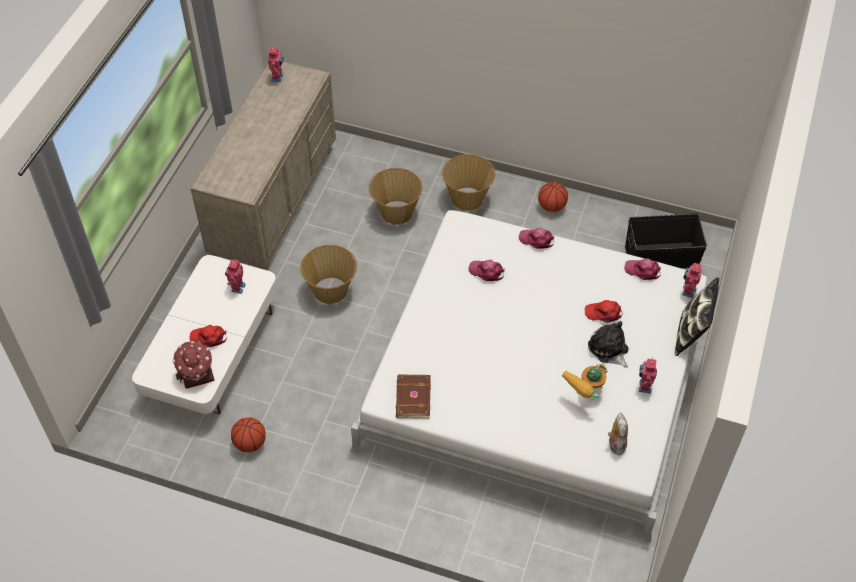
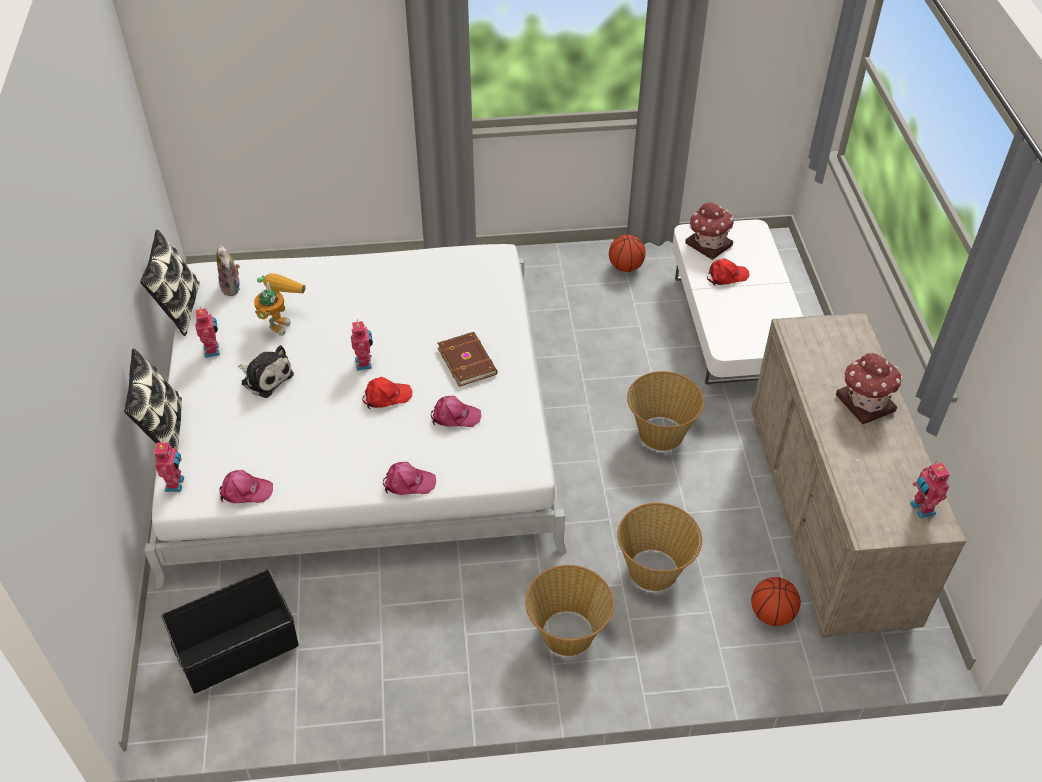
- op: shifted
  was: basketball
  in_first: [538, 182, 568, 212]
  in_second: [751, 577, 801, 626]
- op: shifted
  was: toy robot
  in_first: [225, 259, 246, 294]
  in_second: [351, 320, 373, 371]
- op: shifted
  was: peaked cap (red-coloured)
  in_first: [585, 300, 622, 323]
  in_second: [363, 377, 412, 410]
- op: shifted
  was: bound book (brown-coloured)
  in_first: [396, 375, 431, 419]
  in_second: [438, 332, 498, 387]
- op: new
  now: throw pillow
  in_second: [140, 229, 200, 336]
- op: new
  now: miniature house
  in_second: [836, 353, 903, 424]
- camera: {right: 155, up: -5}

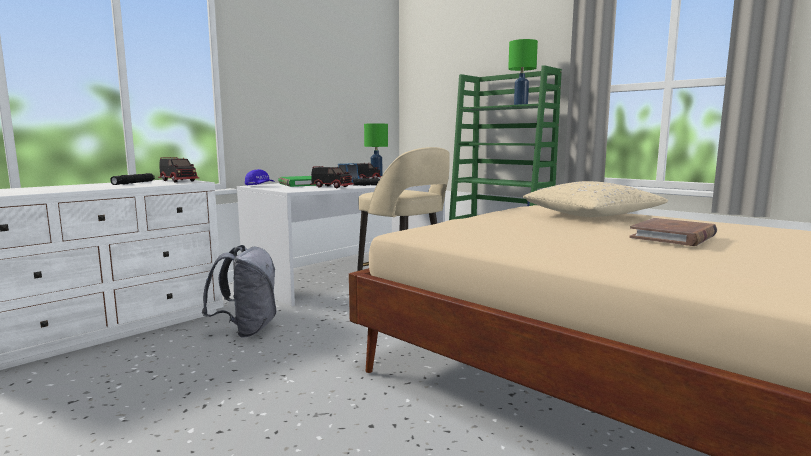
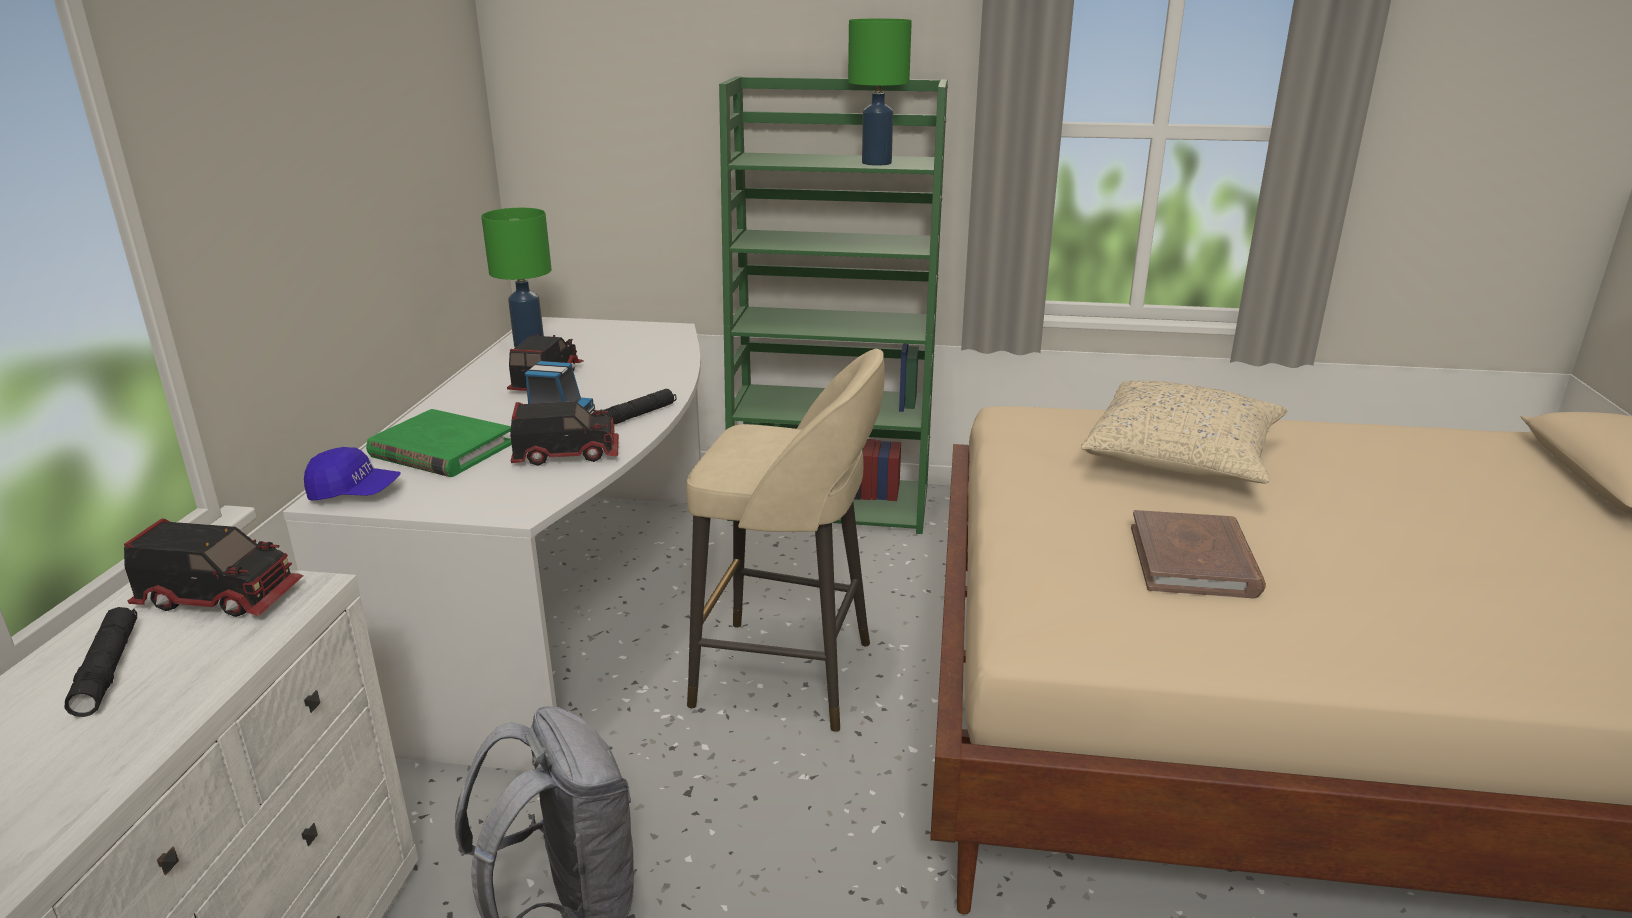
- op: shifted
  was: bound book (brown-coloured)
  in_first: [629, 218, 717, 246]
  in_second: [1131, 510, 1266, 598]
- camera: {right: -35, up: 15}

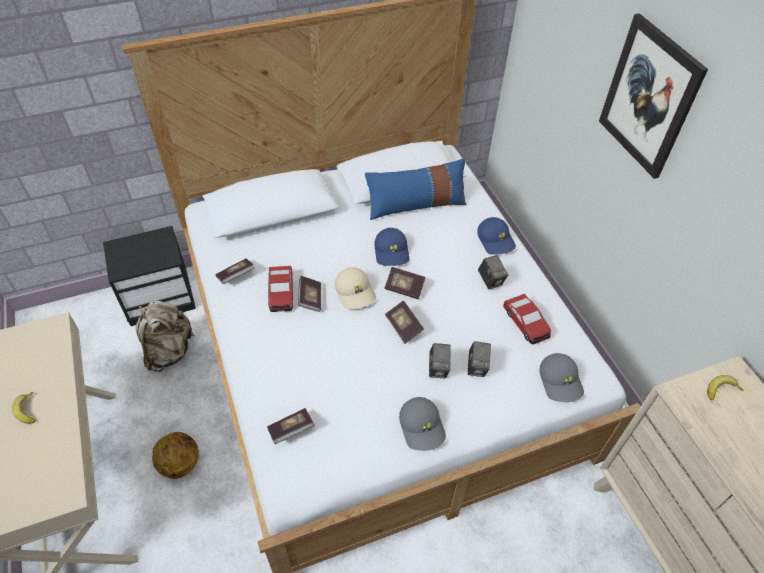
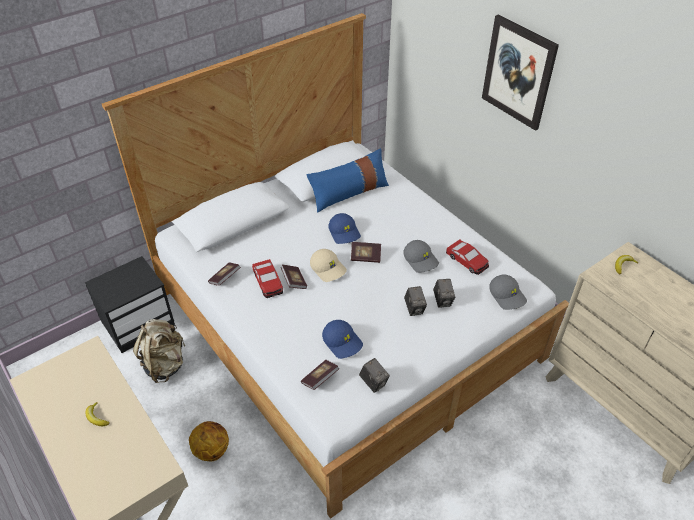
- op: shifted
  was: peaked cap (blue)
  in_first: [477, 217, 516, 255]
  in_second: [322, 320, 363, 359]
- op: shifted
  was: photo camera
  in_first: [478, 255, 508, 289]
  in_second: [359, 358, 390, 393]
- op: gone
  was: bound book
  in_first: [385, 300, 424, 344]
- op: shifted
  was: peaked cap (gray)
  in_first: [399, 397, 446, 451]
  in_second: [404, 240, 439, 273]
- camera: {right: -15, up: -5}

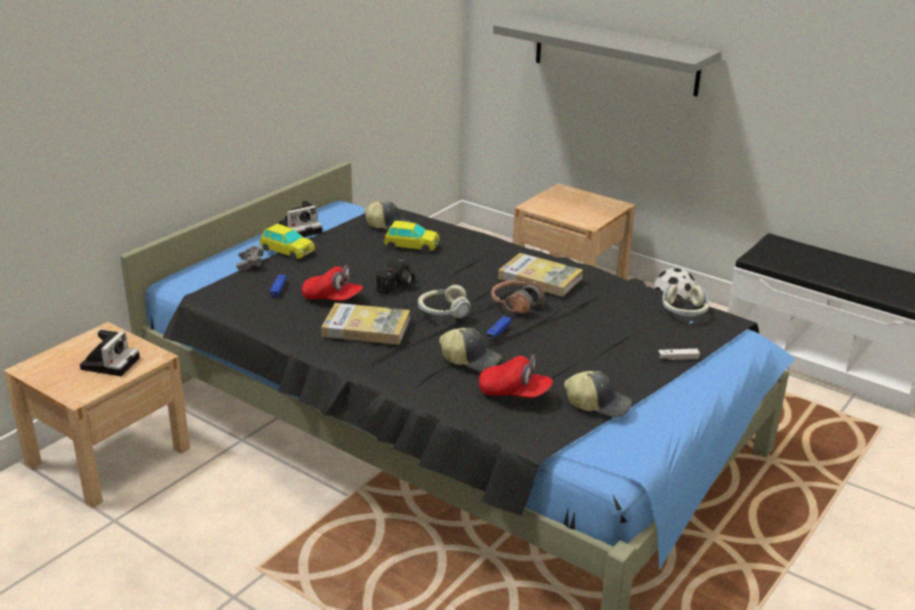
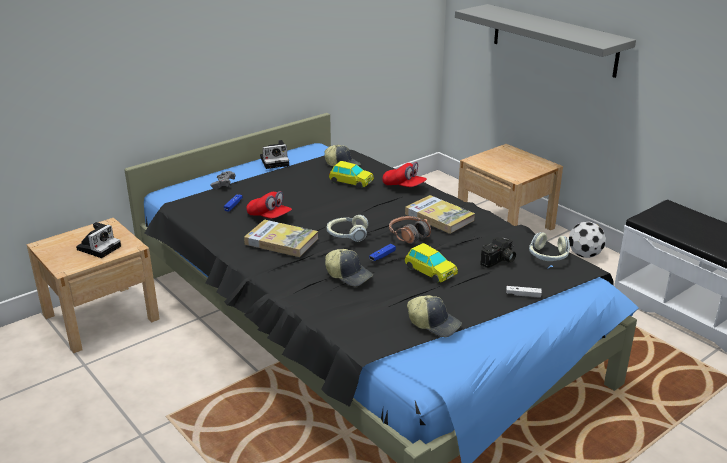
- op: shifted
  was: toy car
  in_first: [260, 224, 315, 260]
  in_second: [405, 243, 458, 283]
- op: shifted
  was: photo camera
  in_first: [376, 259, 415, 294]
  in_second: [480, 237, 516, 268]
- op: shifted
  was: peaked cap (red-coloured)
  in_first: [479, 354, 553, 398]
  in_second: [382, 162, 427, 187]
- camera: {right: 15, up: 0}

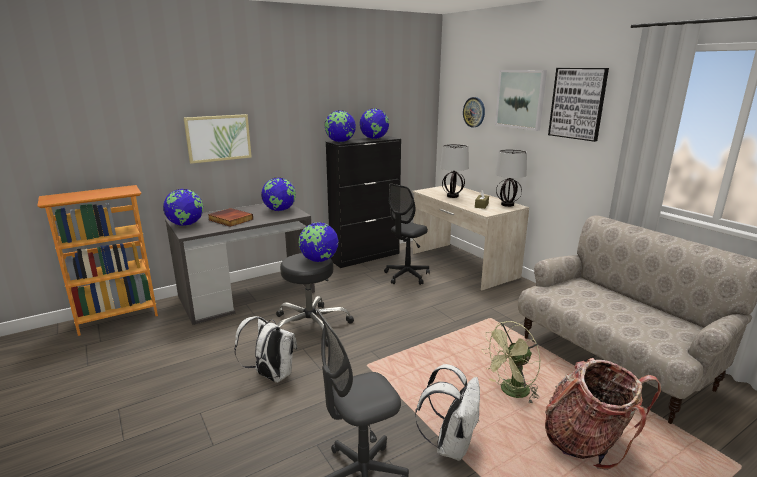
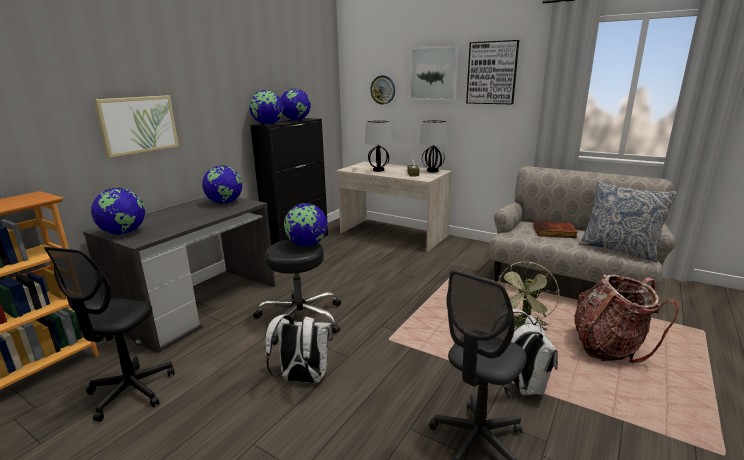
- op: shifted
  was: desk chair (black-coloured)
  in_first: [384, 184, 430, 285]
  in_second: [44, 247, 175, 422]
- op: shifted
  was: bound book
  in_first: [208, 208, 253, 227]
  in_second: [533, 221, 578, 238]
- op: new
  now: throw pillow
  in_second: [579, 181, 678, 263]
- camera: {right: -25, up: 0}

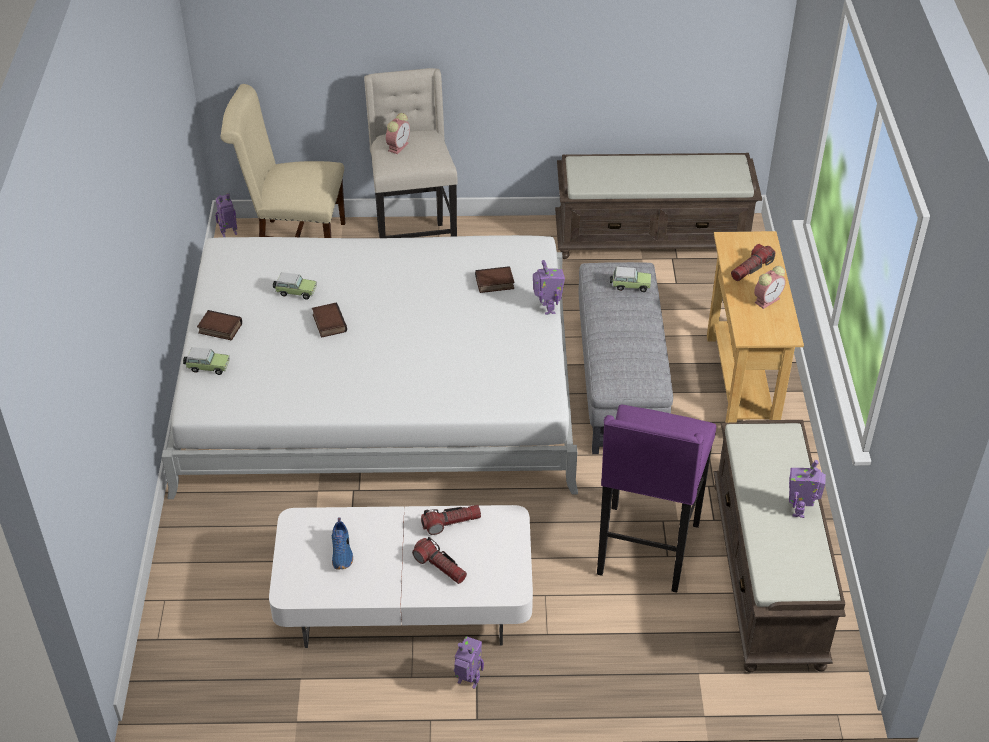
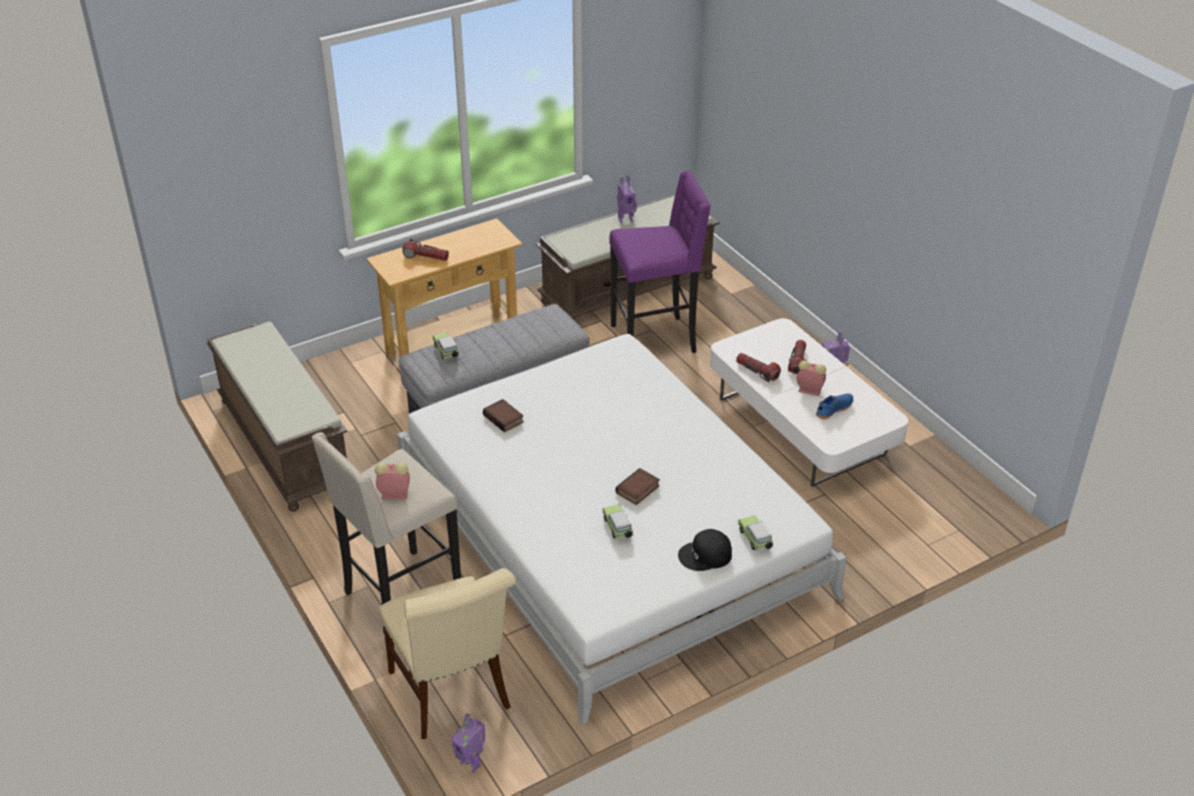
- op: gone
  was: toy robot
  in_first: [533, 260, 565, 315]
- op: shifted
  was: table clock
  in_first: [754, 266, 786, 309]
  in_second: [797, 361, 826, 396]
- op: swapped
  was: bound book
  now: peaked cap (black-coloured)
  in_first: [197, 310, 242, 340]
  in_second: [678, 529, 732, 571]
- camera: {right: -120, up: -5}

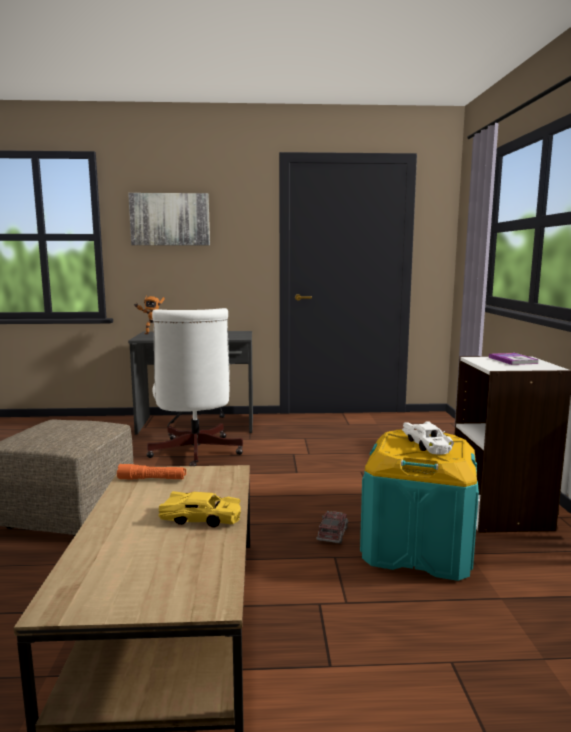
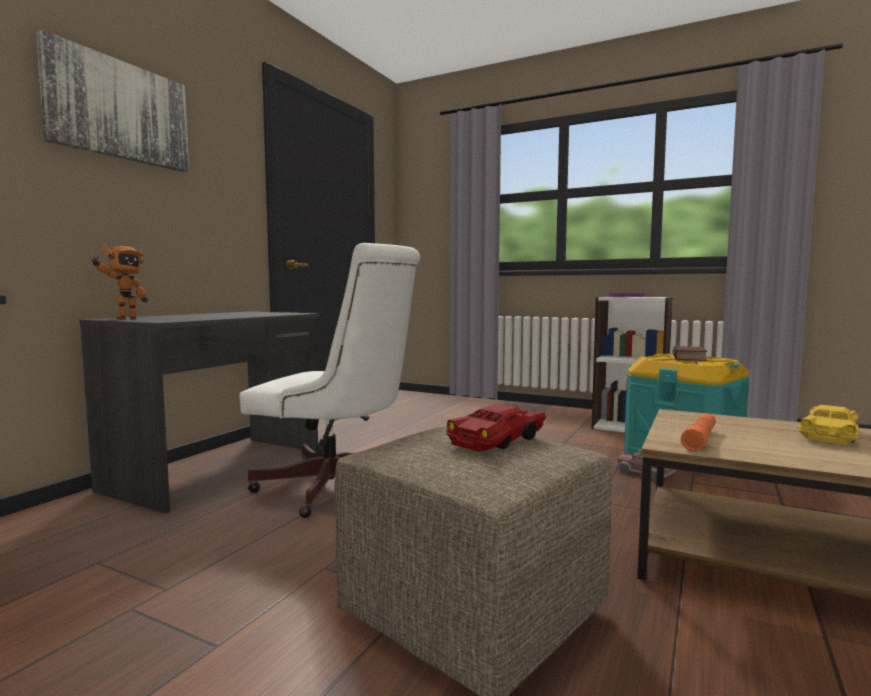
- op: swapped
  was: toy car (white-coloured)
  now: bound book
  in_first: [402, 421, 454, 455]
  in_second: [673, 346, 707, 361]
- op: new
  now: toy car (red-coloured)
  in_second: [446, 404, 546, 452]
- camera: {right: -60, up: -5}

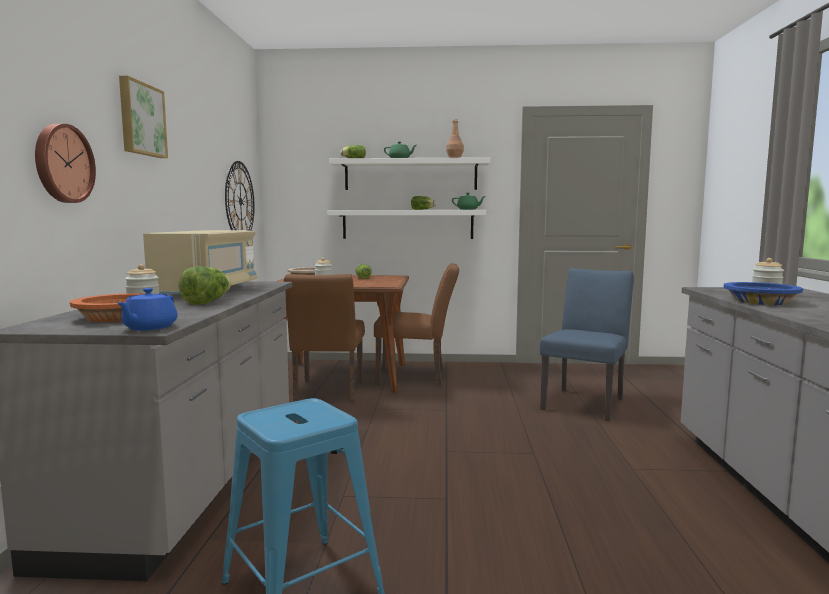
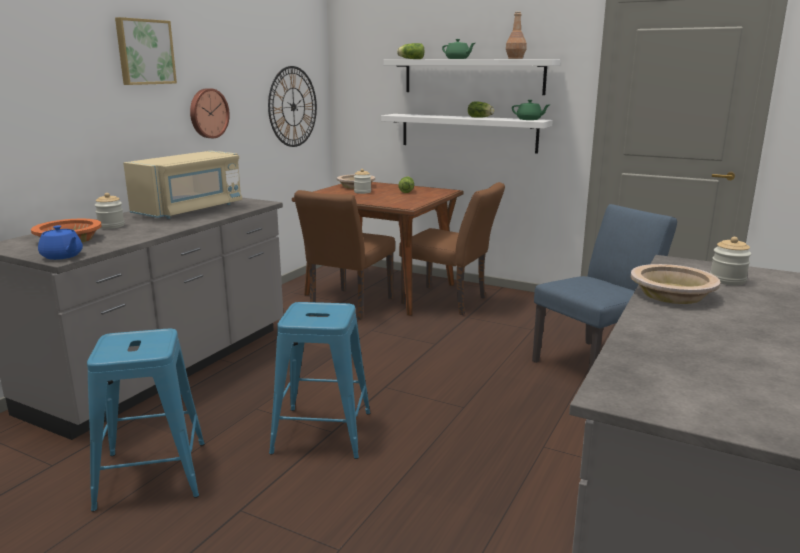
- op: shifted
  was: wall clock
  in_first: [35, 124, 96, 203]
  in_second: [190, 88, 230, 138]
- op: gone
  was: head of lettuce
  in_first: [178, 266, 231, 305]
- op: repainted
  was: bowl (blue)
  now: bowl (beige-coloured)
  in_first: [724, 282, 803, 305]
  in_second: [631, 264, 720, 304]
- op: rotated
  was: teapot (blue)
  in_first: [117, 288, 177, 331]
  in_second: [38, 225, 83, 260]
  clockwise: -90
- op: new
  now: sitting stool (blue)
  in_second: [269, 302, 370, 459]
- camera: {right: 25, up: 10}

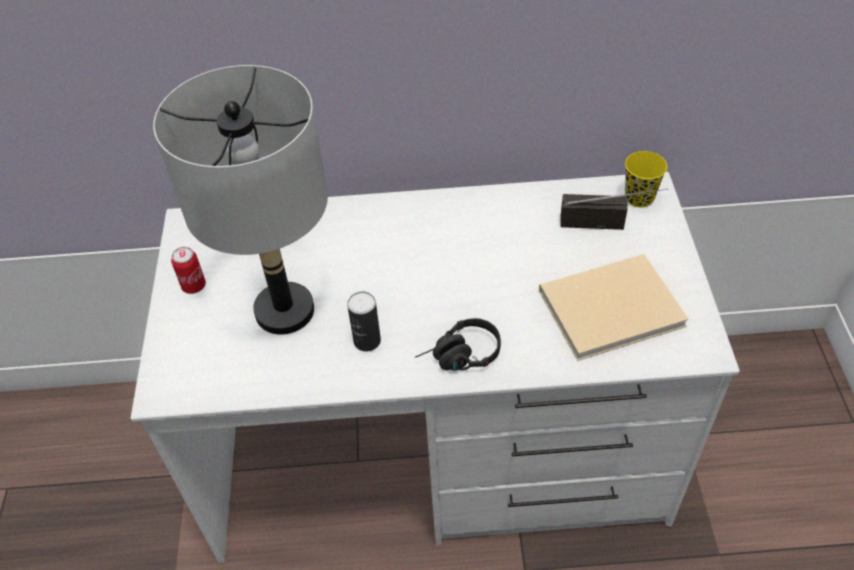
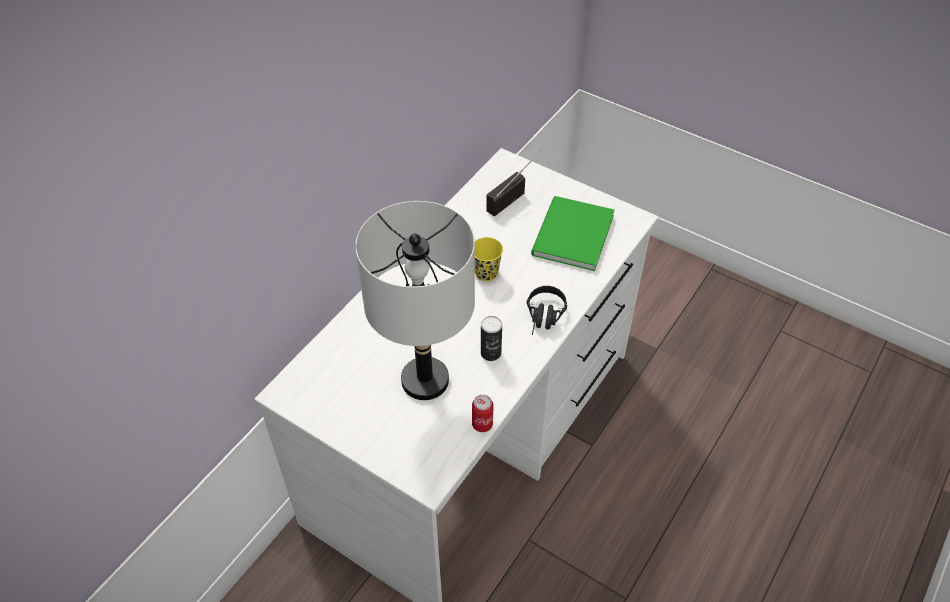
- op: shifted
  was: small cup (yellow)
  in_first: [625, 151, 667, 207]
  in_second: [475, 237, 503, 281]
- op: shifted
  was: metal can
  in_first: [171, 247, 206, 294]
  in_second: [472, 395, 494, 432]
- op: repainted
  was: bound book (beige-coloured)
  now: bound book (greenish)
  in_first: [539, 254, 689, 361]
  in_second: [531, 196, 615, 271]
- camera: {right: -55, up: 0}

